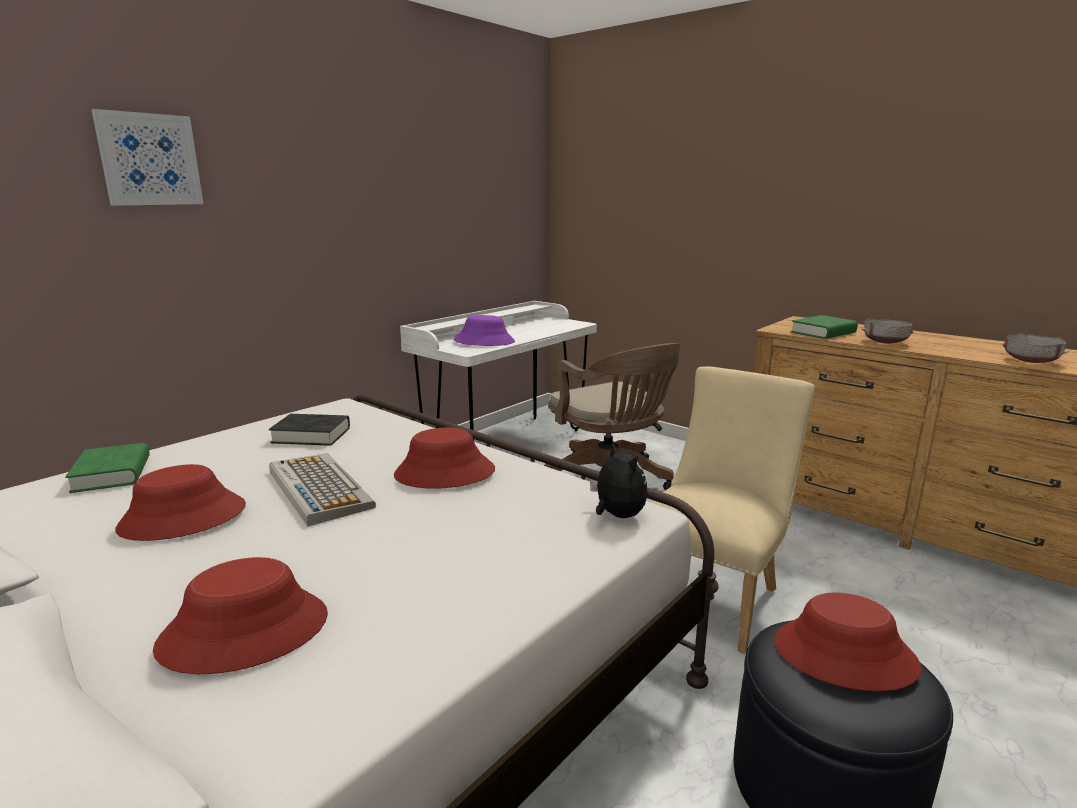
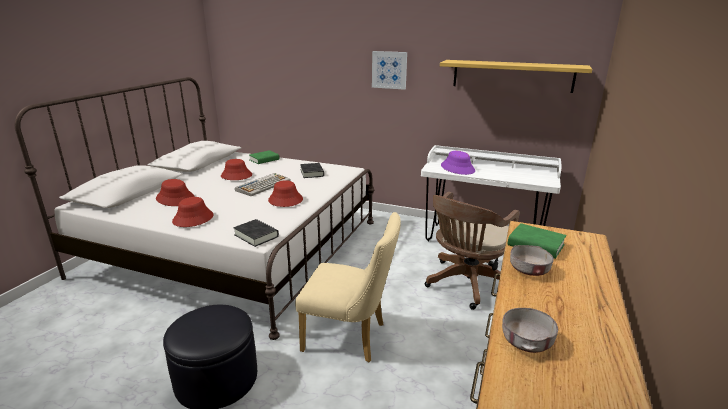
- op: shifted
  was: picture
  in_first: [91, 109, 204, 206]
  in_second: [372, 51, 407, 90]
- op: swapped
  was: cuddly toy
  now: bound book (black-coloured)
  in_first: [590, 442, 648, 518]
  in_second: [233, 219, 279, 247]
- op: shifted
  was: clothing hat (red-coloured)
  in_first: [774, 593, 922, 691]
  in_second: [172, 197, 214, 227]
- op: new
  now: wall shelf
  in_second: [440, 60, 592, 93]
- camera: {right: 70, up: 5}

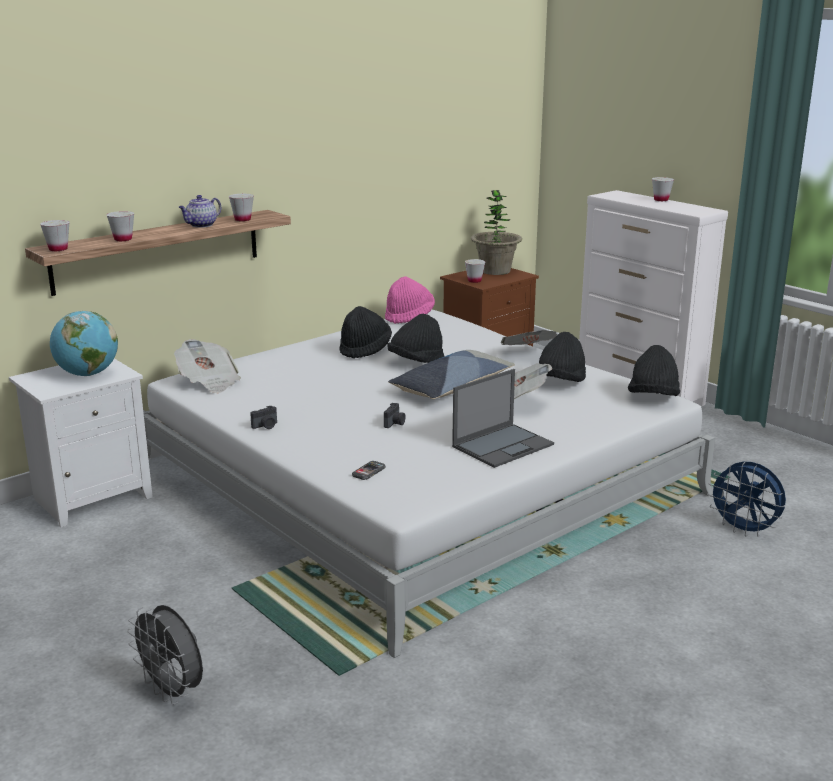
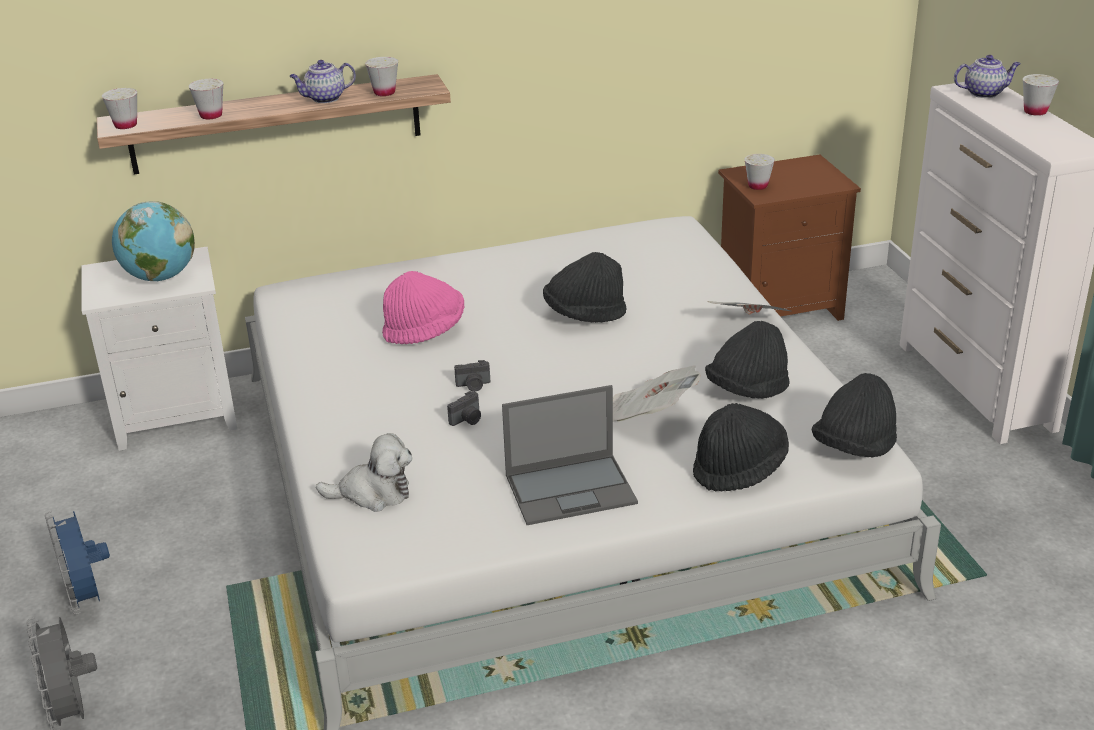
- op: gone
  was: potted plant
  in_first: [471, 190, 522, 275]
- op: shifted
  was: clothing hat (pink)
  in_first: [385, 276, 435, 324]
  in_second: [382, 271, 464, 344]
- op: shifted
  was: clothing hat (black-coloured)
  in_first: [339, 306, 392, 359]
  in_second: [693, 403, 789, 492]
- op: gone
  was: newspaper
  in_first: [174, 339, 241, 393]
- op: gone
  was: throw pillow
  in_first: [388, 350, 515, 399]
- op: shifted
  was: photo camera
  in_first: [250, 406, 277, 429]
  in_second: [454, 360, 490, 392]
- op: swapped
  was: telephone
  now: cuddly toy
  in_first: [352, 461, 386, 480]
  in_second: [316, 433, 412, 512]
- op: shifted
  was: fan (blue)
  in_first: [707, 462, 786, 537]
  in_second: [45, 511, 110, 614]
- op: new
  now: teapot
  in_second: [954, 55, 1021, 98]
- camera: {right: 25, up: 10}

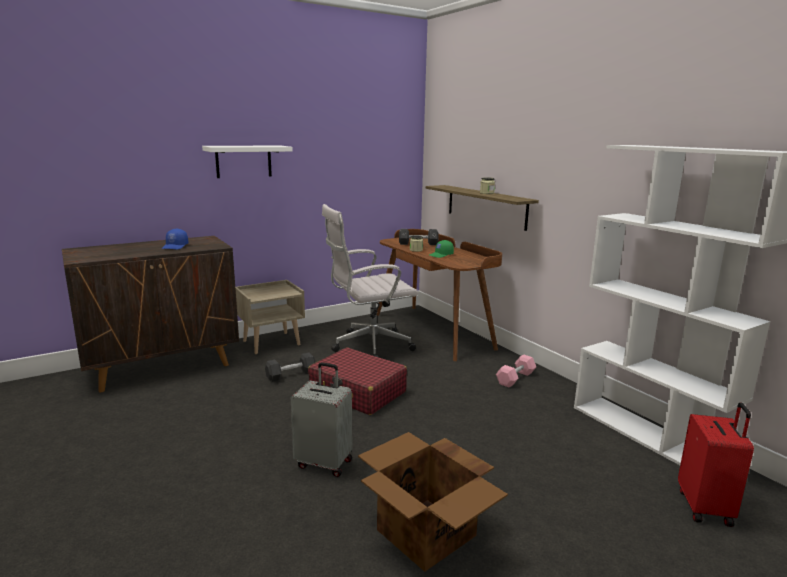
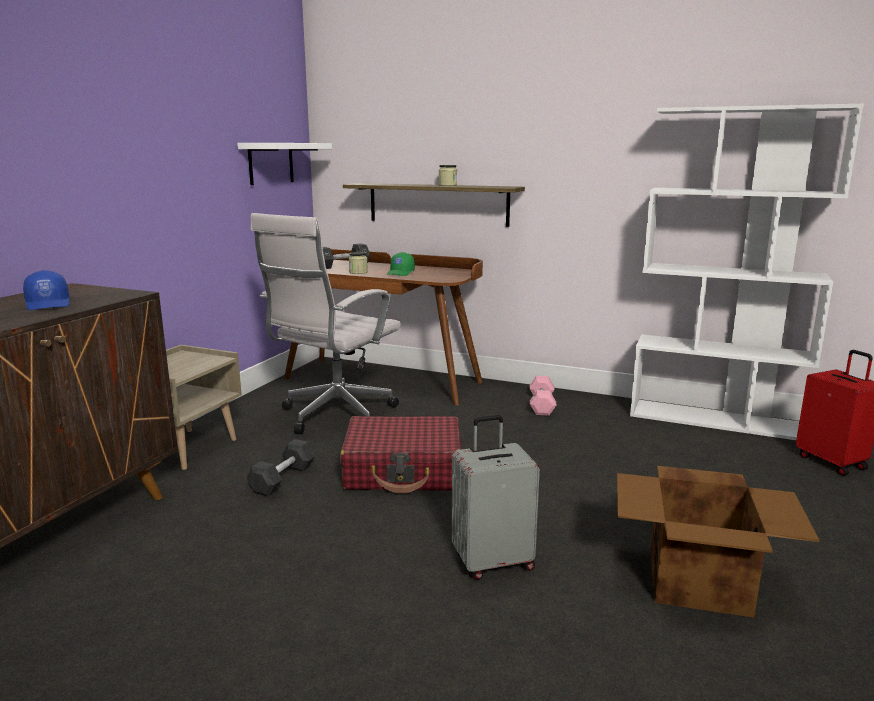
- op: shifted
  was: wall shelf (white-coloured)
  in_first: [202, 146, 293, 178]
  in_second: [237, 143, 332, 185]
- camera: {right: -35, up: 0}

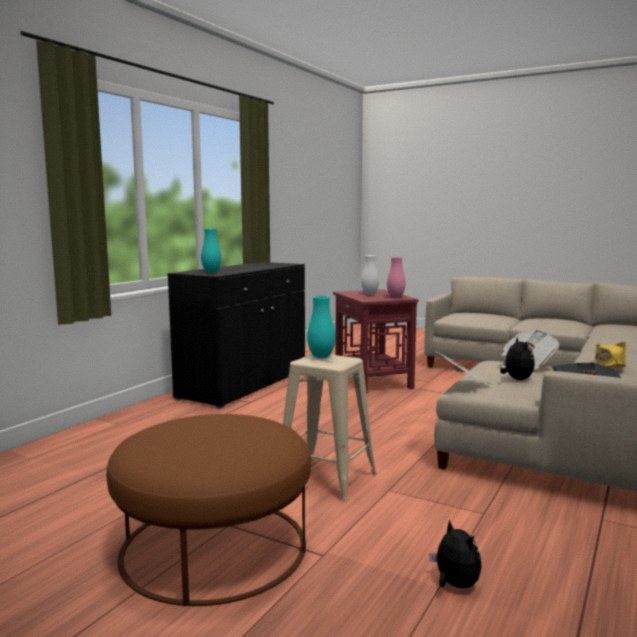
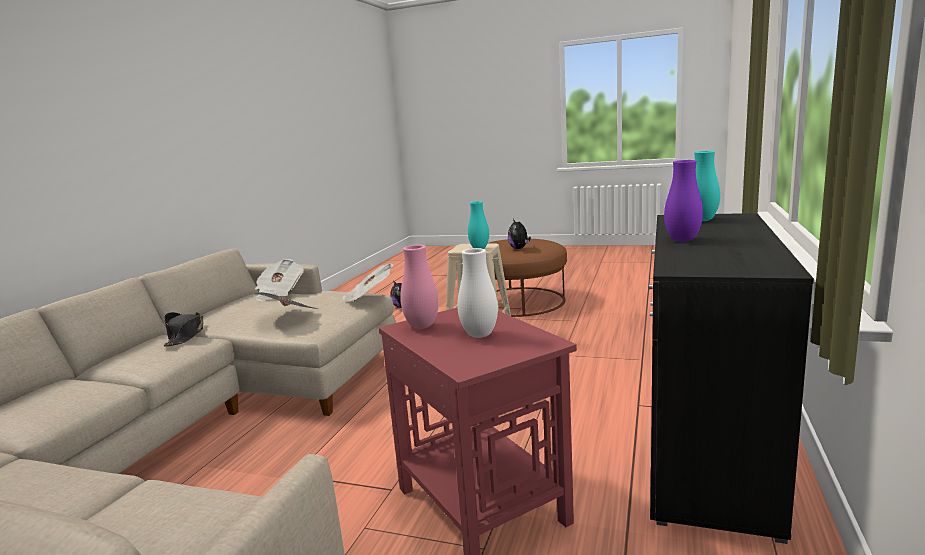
- op: shifted
  was: cuddly toy
  in_first: [500, 336, 535, 380]
  in_second: [508, 219, 531, 249]
- op: repainted
  was: clothing hat (yellow)
  now: clothing hat (black-coloured)
  in_first: [595, 342, 626, 368]
  in_second: [164, 312, 203, 346]
- op: new
  now: vase (purple-coloured)
  in_second: [664, 160, 703, 242]
- camera: {right: 170, up: 5}

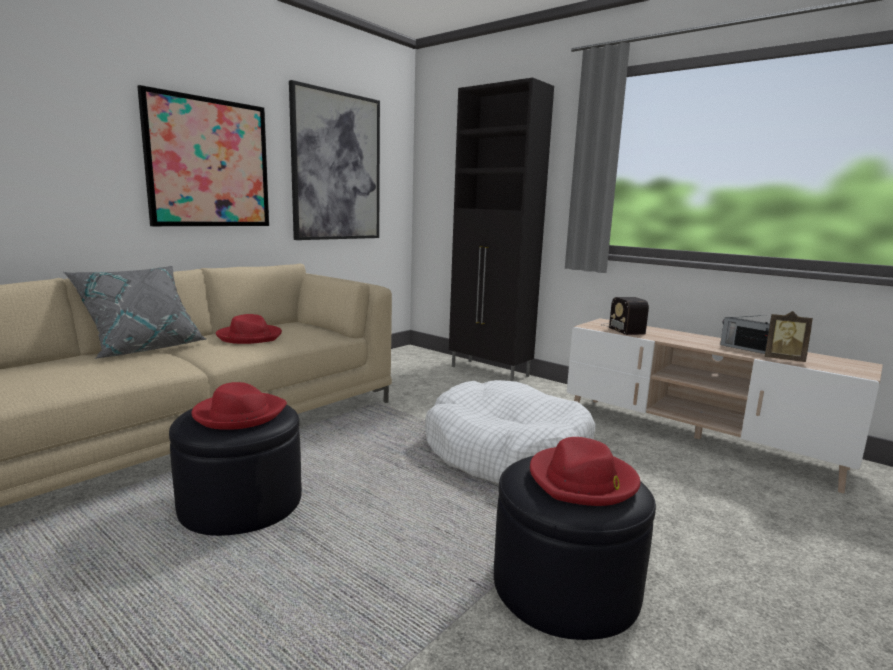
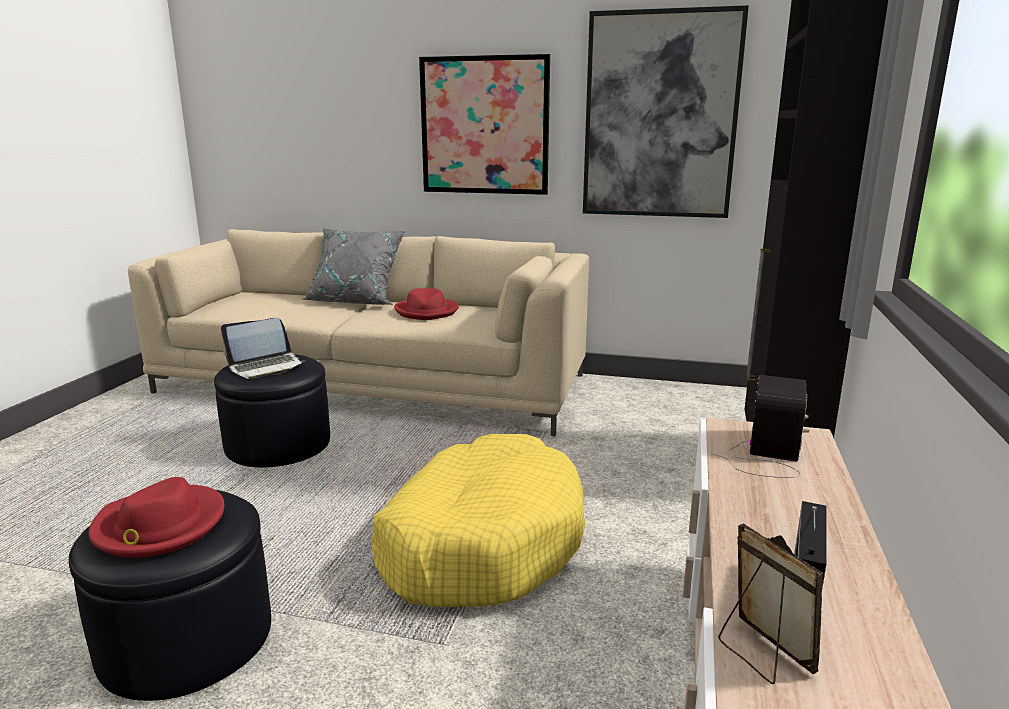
- op: rotated
  was: radio
  in_first: [601, 297, 649, 335]
  in_second: [712, 375, 809, 478]
  clockwise: 150
- op: rotated
  was: photo frame
  in_first: [765, 311, 813, 362]
  in_second: [718, 523, 823, 684]
  clockwise: 150
- op: repainted
  was: dog bed (white-coloured)
  now: dog bed (yellow)
  in_first: [425, 380, 596, 484]
  in_second: [371, 434, 585, 607]
- op: swapped
  was: clothing hat (red-coloured)
  now: notebook computer
  in_first: [191, 382, 287, 430]
  in_second: [221, 318, 306, 379]
- camera: {right: 65, up: 5}

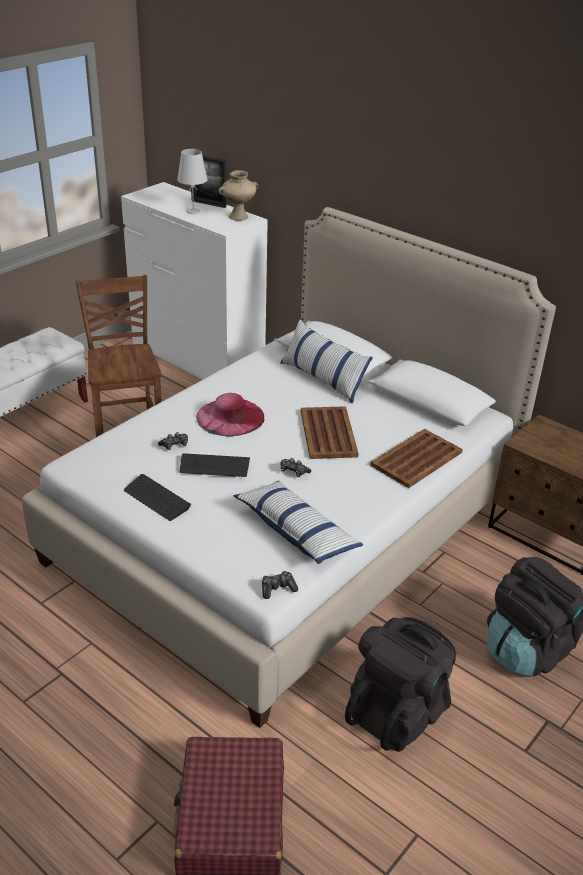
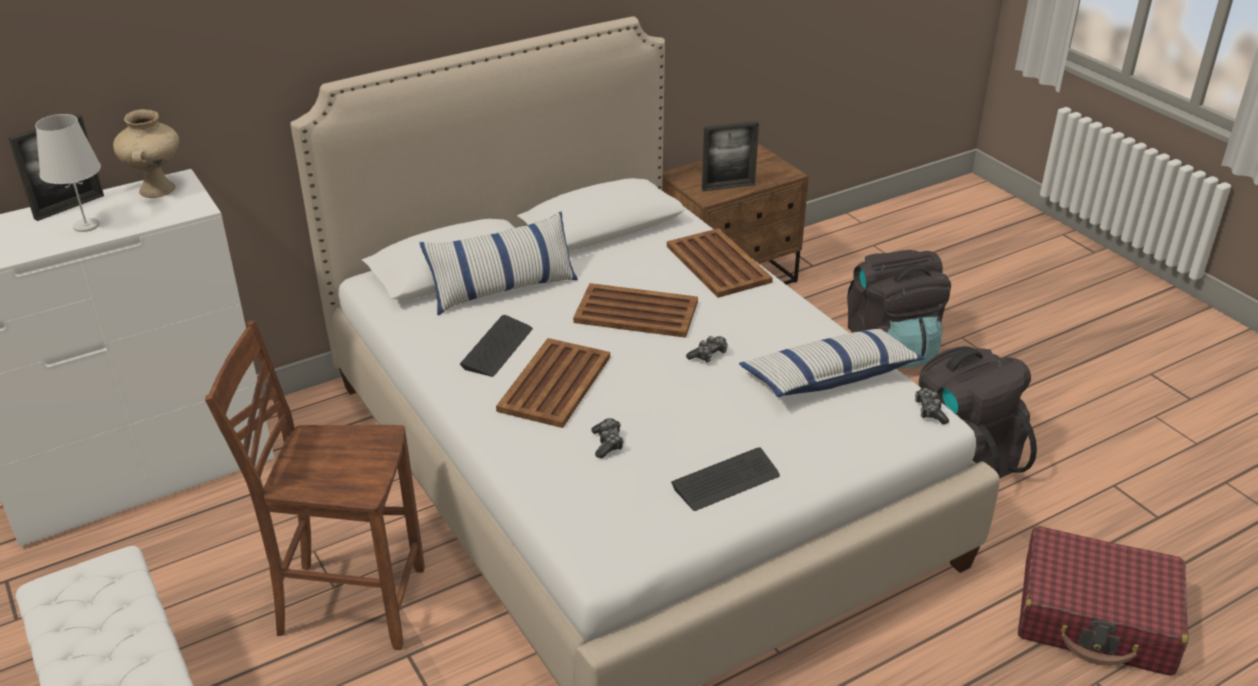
- op: swapped
  was: clothing hat (pink)
  now: serving tray (brown-coloured)
  in_first: [196, 393, 264, 437]
  in_second: [496, 338, 610, 428]
- op: shifted
  was: PC keyboard
  in_first: [180, 453, 250, 477]
  in_second: [460, 315, 533, 377]
- op: new
  now: photo frame
  in_second: [702, 121, 759, 191]
- camera: {right: -70, up: 0}

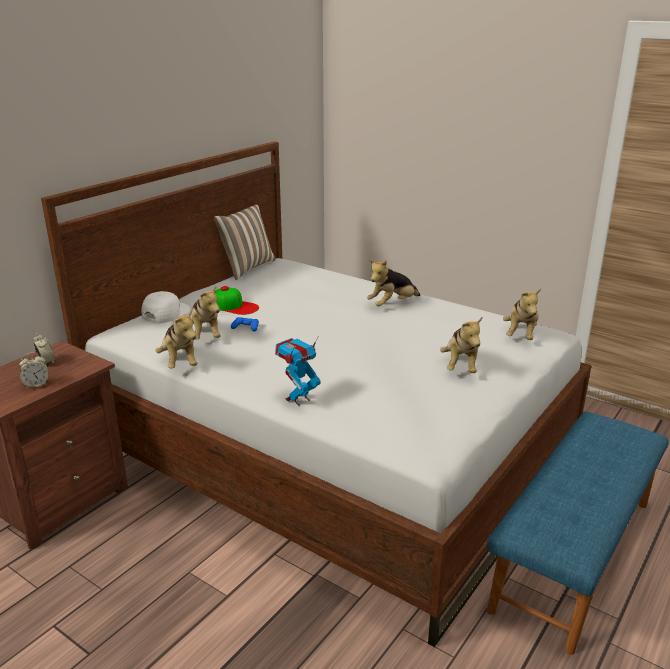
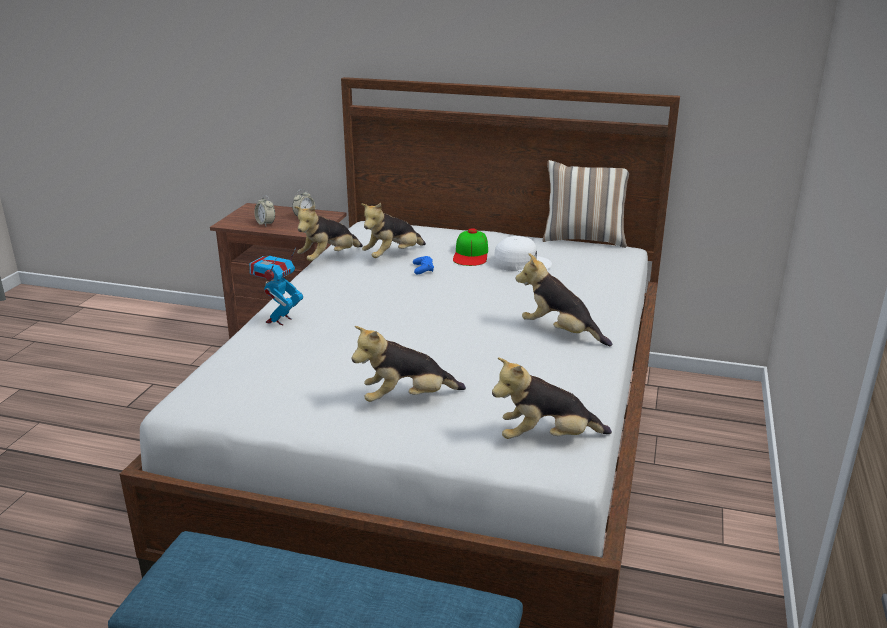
- op: shifted
  was: peaked cap (white-coloured)
  in_first: [142, 291, 190, 323]
  in_second: [494, 236, 552, 272]
- op: rotated
  was: toy robot
  in_first: [275, 336, 321, 405]
  in_second: [250, 248, 303, 325]
  clockwise: -90
- camera: {right: 70, up: 0}

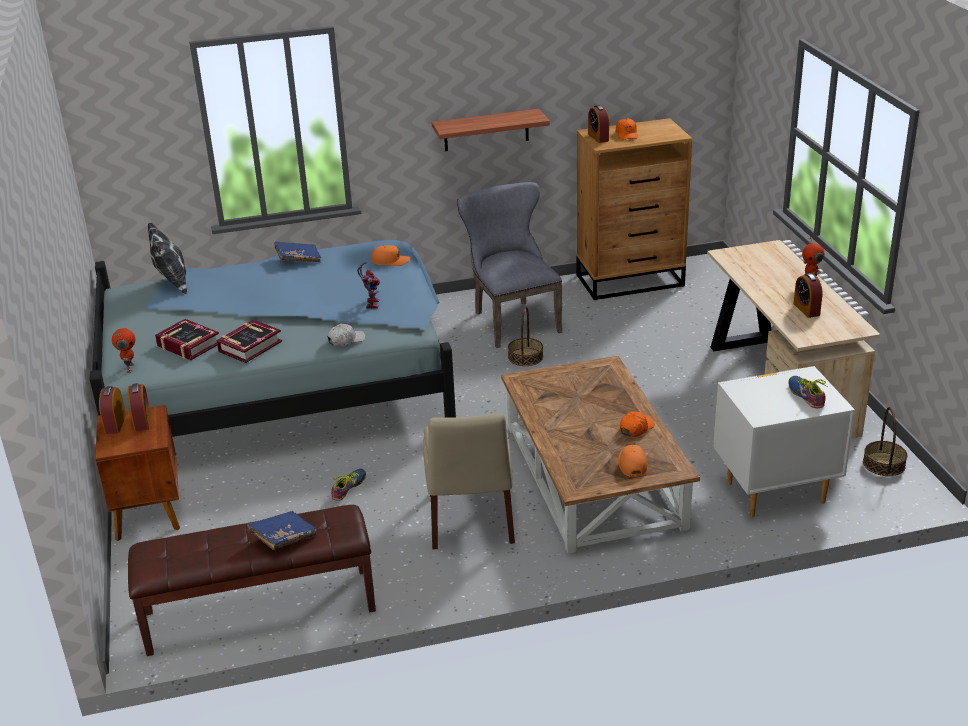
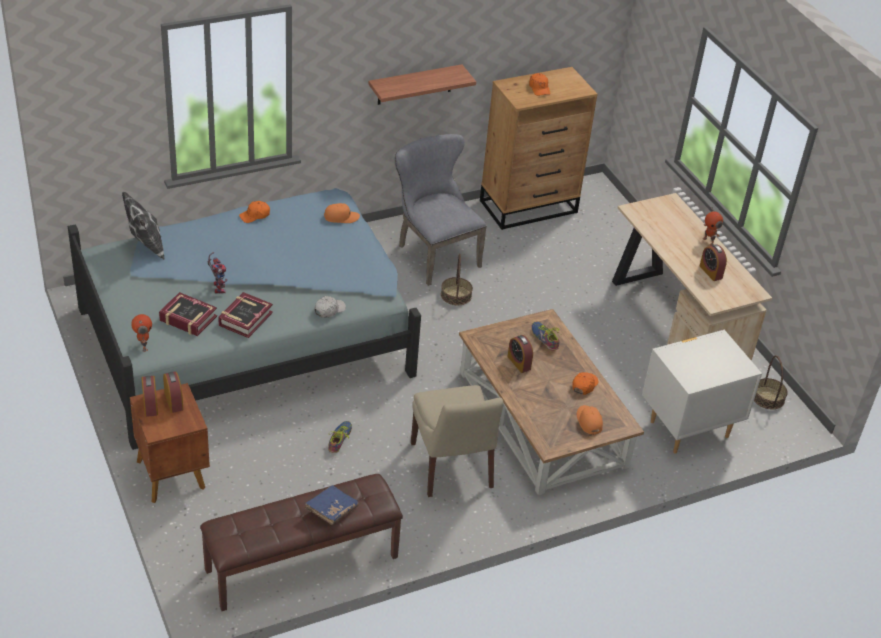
- op: shifted
  was: table clock
  in_first: [588, 105, 609, 143]
  in_second: [508, 335, 533, 373]
- op: swapped
  was: bound book (blue)
  now: peaked cap (orange-coloured)
  in_first: [274, 242, 321, 262]
  in_second: [239, 201, 270, 223]
- op: shifted
  was: toy robot
  in_first: [357, 262, 380, 309]
  in_second: [207, 252, 227, 294]
- op: shifted
  was: shoe
  in_first: [788, 376, 828, 408]
  in_second: [531, 321, 560, 351]
- camera: {right: -15, up: 10}

